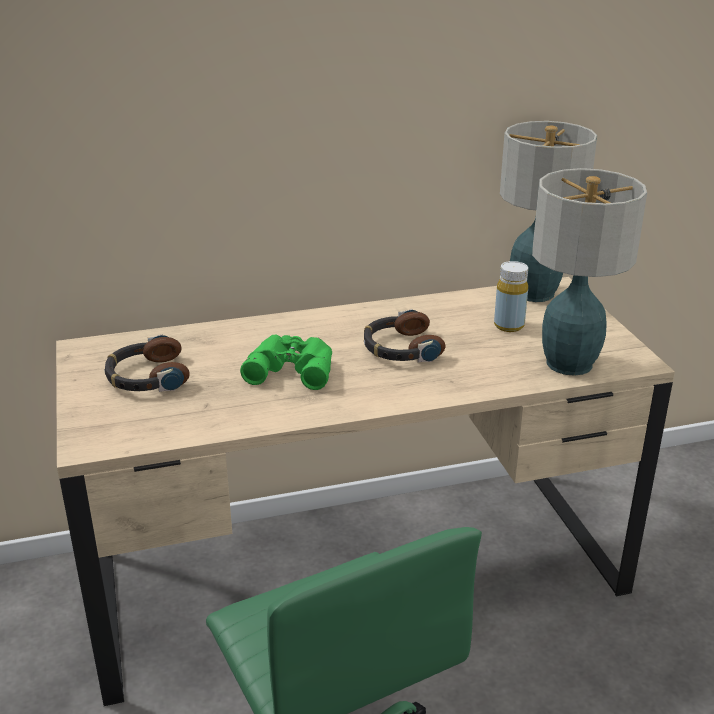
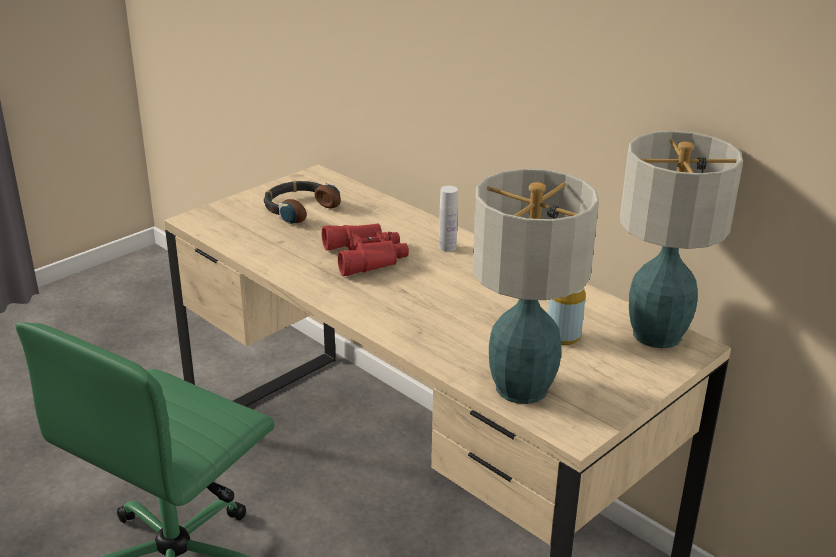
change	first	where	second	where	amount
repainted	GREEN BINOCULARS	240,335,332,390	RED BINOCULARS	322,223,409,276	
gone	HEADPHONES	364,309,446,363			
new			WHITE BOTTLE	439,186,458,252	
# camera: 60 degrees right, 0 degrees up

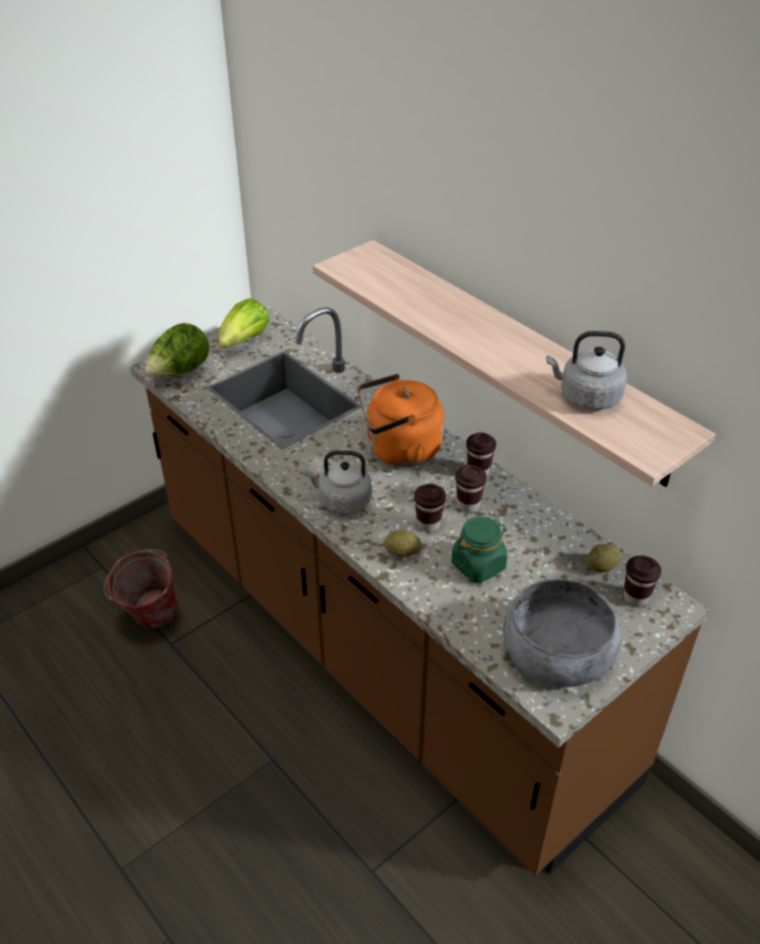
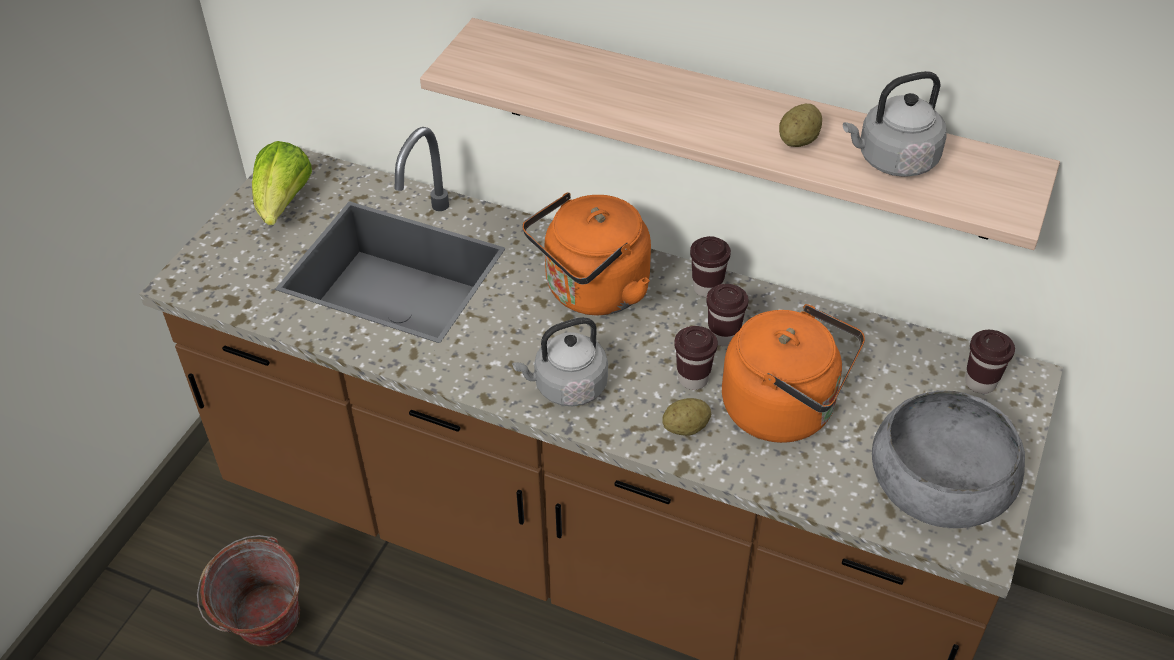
change	first	where	second	where	amount
gone	LETTUCE	145,323,209,376			
swapped	GREEN JAR	452,517,507,583	ORANGE KETTLE	722,304,865,443	
shifted	POTATO	586,544,621,572		779,104,822,147	
# camera: 25 degrees left, 5 degrees up

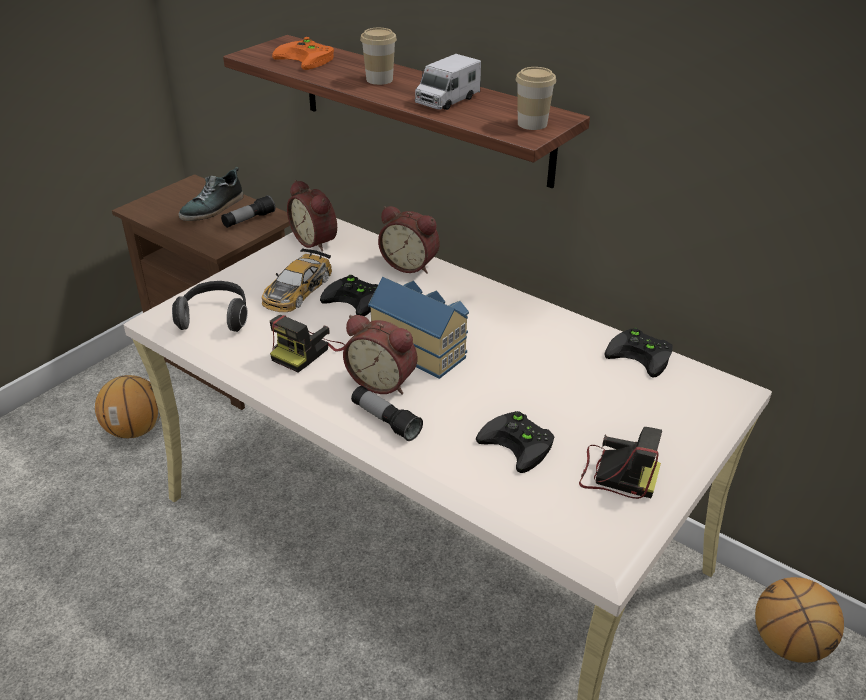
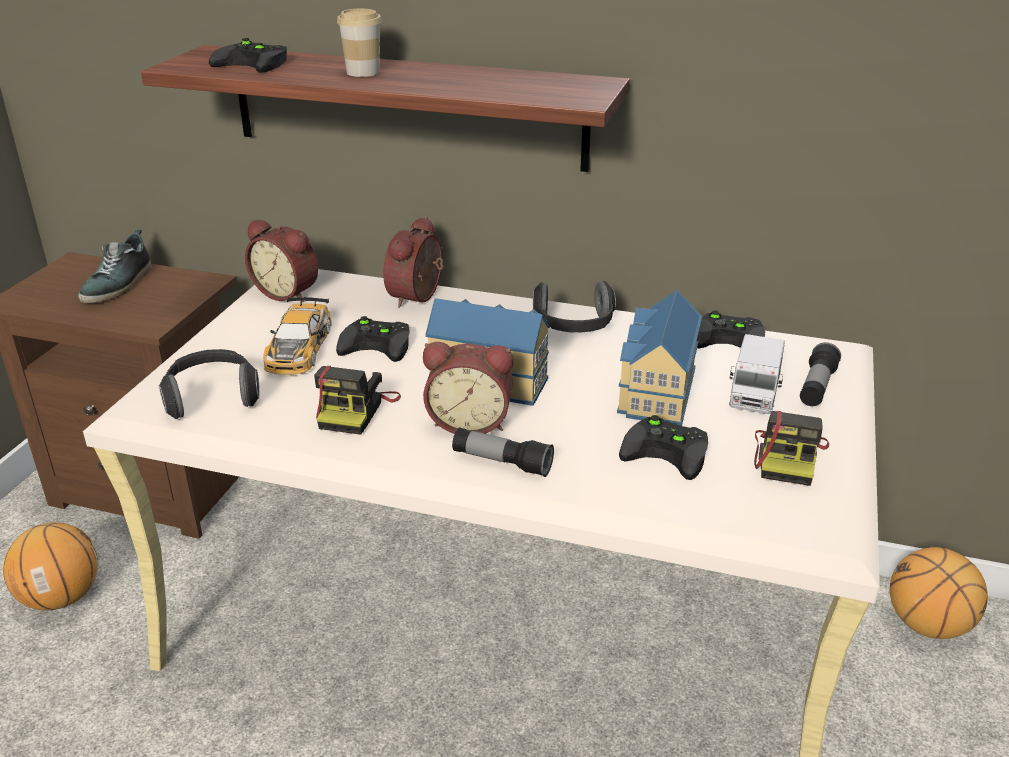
change	first	where	second	where	amount
shifted	FLASHLIGHT	221,195,275,228		800,343,841,406	
repainted	ORANGE GAME CONTROLLER	272,37,334,70	BLACK GAME CONTROLLER	209,38,287,73	
rotated	ALARM CLOCK	378,206,440,274		383,216,444,308	105 degrees clockwise
shifted	TOY TRUCK	415,54,481,110		729,334,785,414	
gone	CUP	516,67,556,130			
rotated	PHOTO CAMERA	579,427,662,499		754,411,829,486	105 degrees clockwise
new			HEADPHONES	533,281,616,333	
new			TOY HOUSE	617,290,702,426	
# camera: 20 degrees left, 5 degrees down

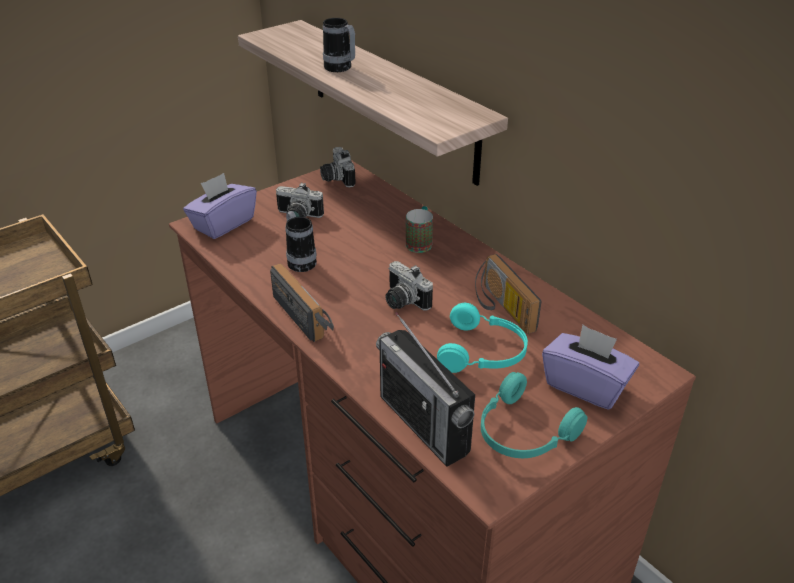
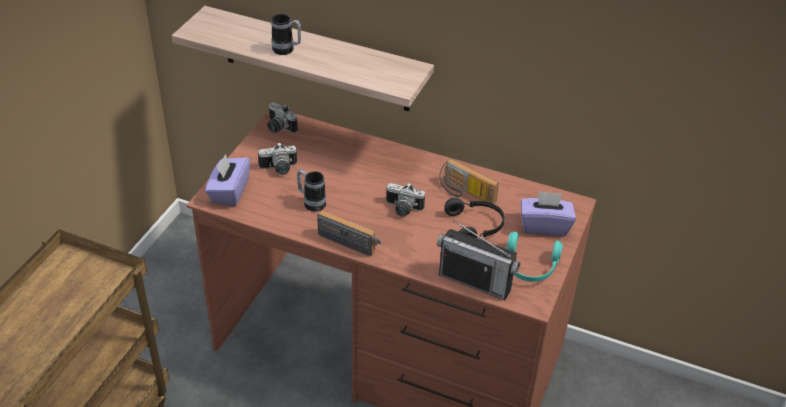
change	first	where	second	where	amount
gone	MUG	406,206,433,253			
repainted	TURQUOISE HEADPHONES	437,303,528,373	BLACK HEADPHONES	444,198,505,238	
# camera: 30 degrees left, 5 degrees up

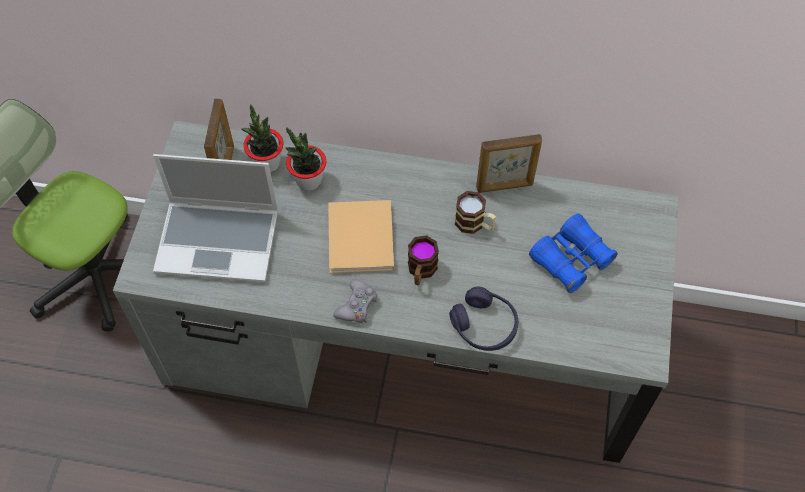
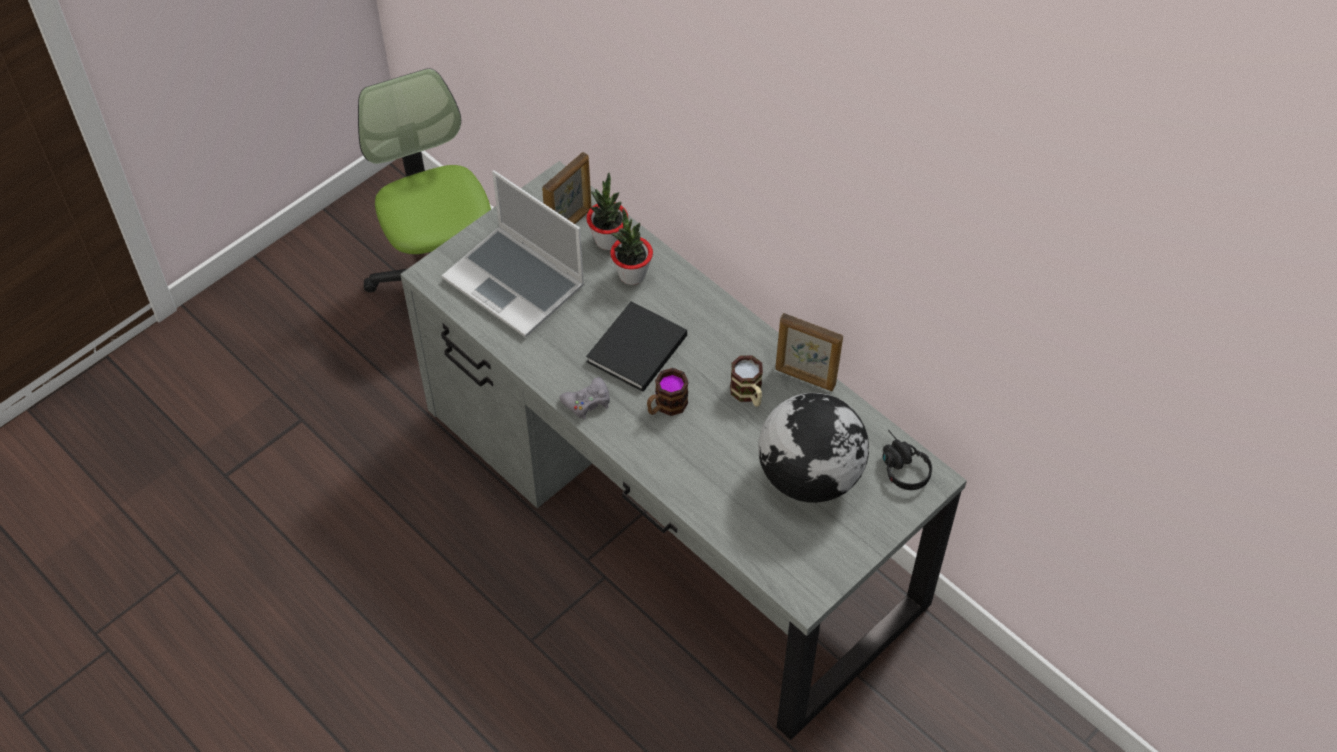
change	first	where	second	where	amount
repainted	BEIGE BOOK	328,200,394,273	BLACK BOOK	586,301,687,392	
gone	PURPLE HEADPHONES	449,287,518,351			
swapped	BLUE BINOCULARS	529,213,618,293	GLOBE	758,393,869,503	
new			BLACK HEADPHONES	882,430,932,490	
# camera: 35 degrees right, 5 degrees down

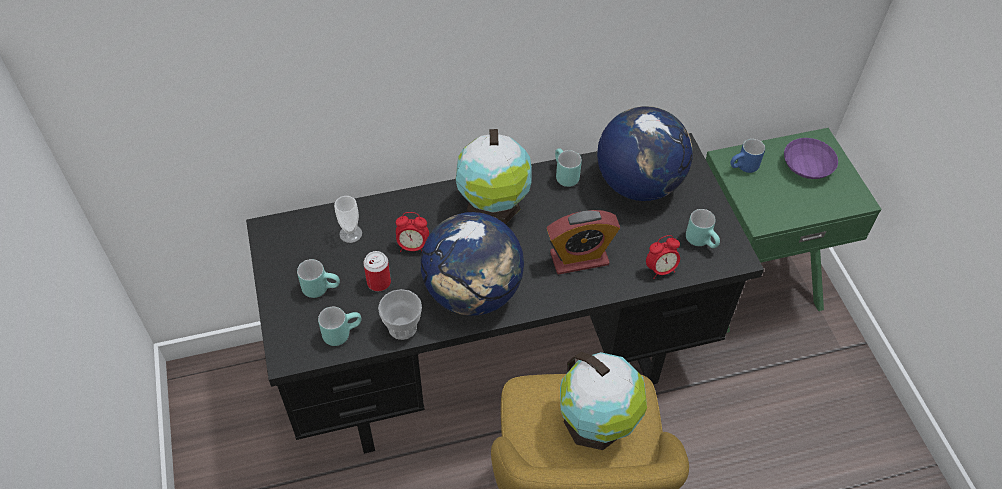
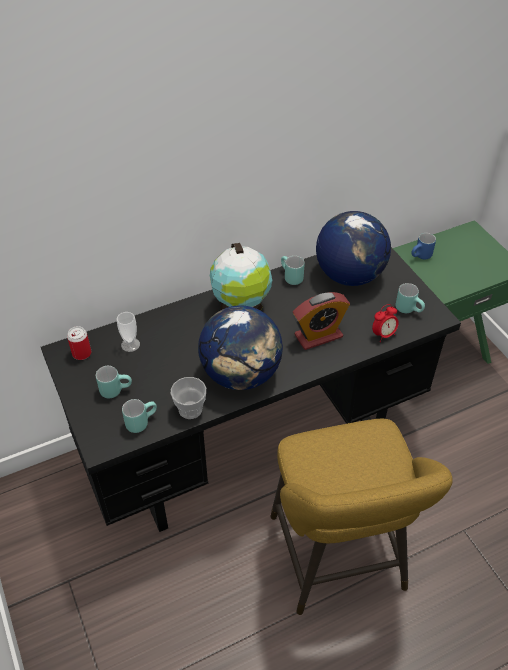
change	first	where	second	where	amount
shifted	CAN	363,251,391,291		67,326,92,360	
gone	ALARM CLOCK	396,212,429,252			
gone	GLOBE	560,352,647,450			
gone	PURPLE BOWL	784,138,838,179			
# camera: 10 degrees left, 5 degrees down

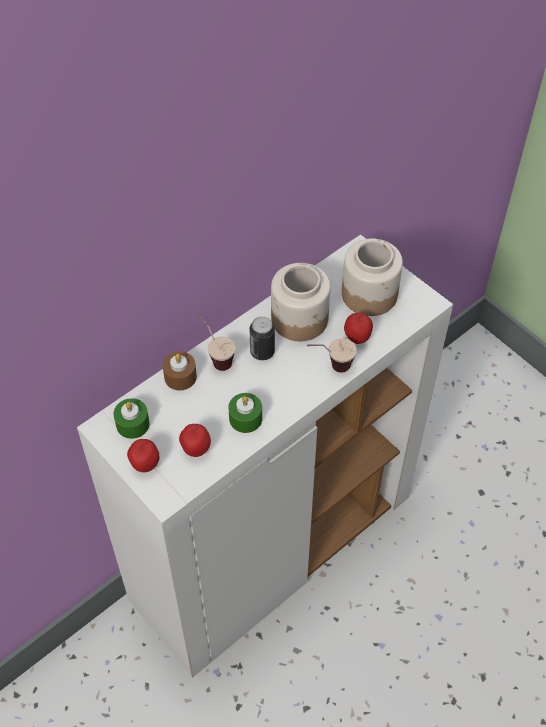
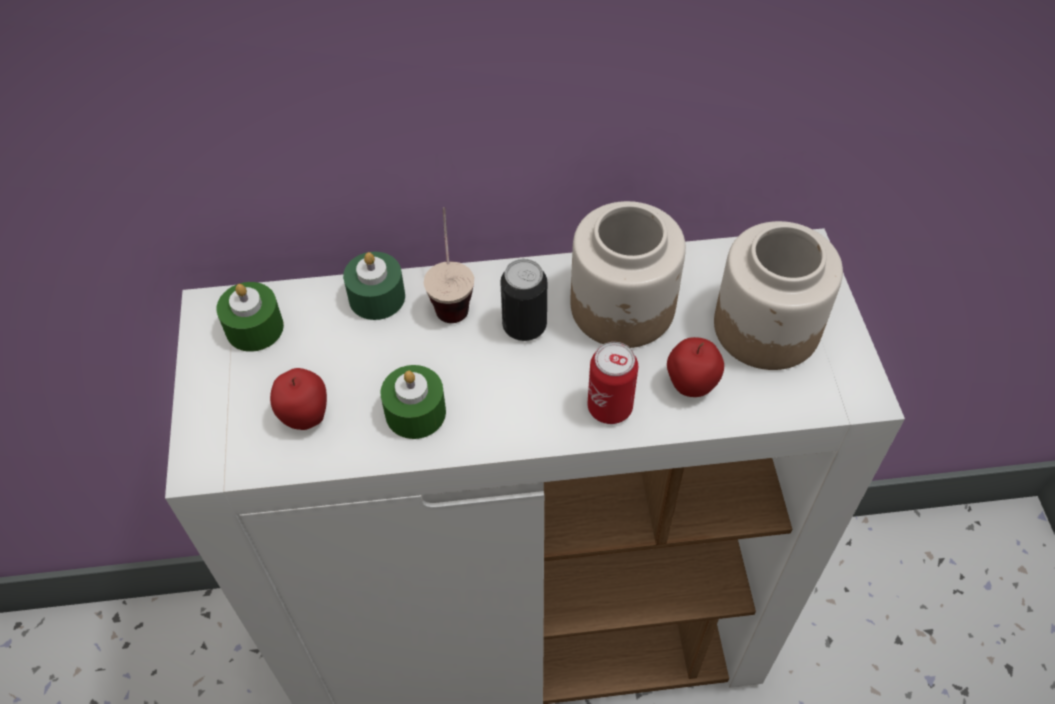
change	first	where	second	where	amount
gone	APPLE	127,439,159,472			
repainted	BROWN CANDLE	163,351,197,391	GREEN CANDLE	343,252,405,320	
swapped	CUP	307,338,357,373	CAN	587,342,638,424	
# camera: 35 degrees right, 0 degrees up

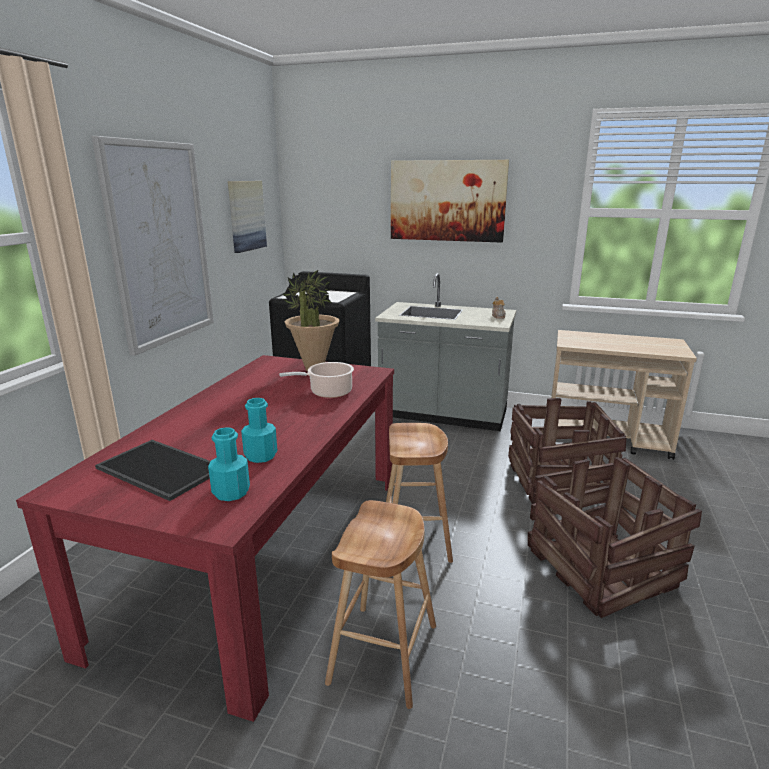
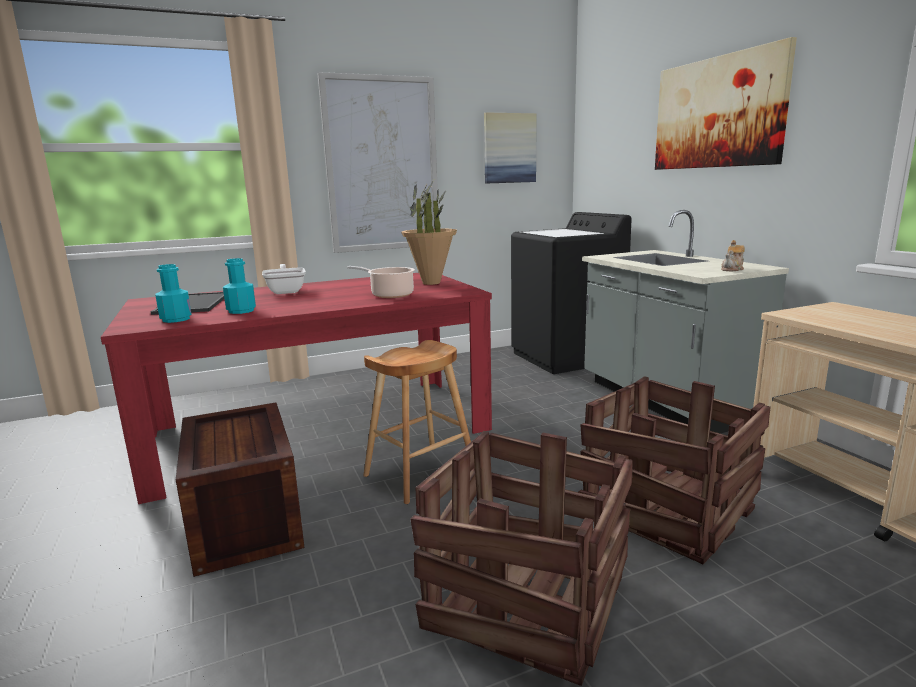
change	first	where	second	where	amount
swapped	BROWN STOOL	325,500,436,709	CRATE	176,402,304,577	
new			FRYING PAN	262,264,306,294	
# camera: 50 degrees right, 5 degrees down

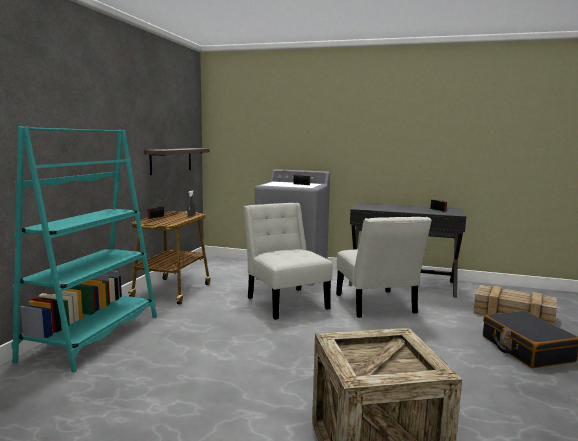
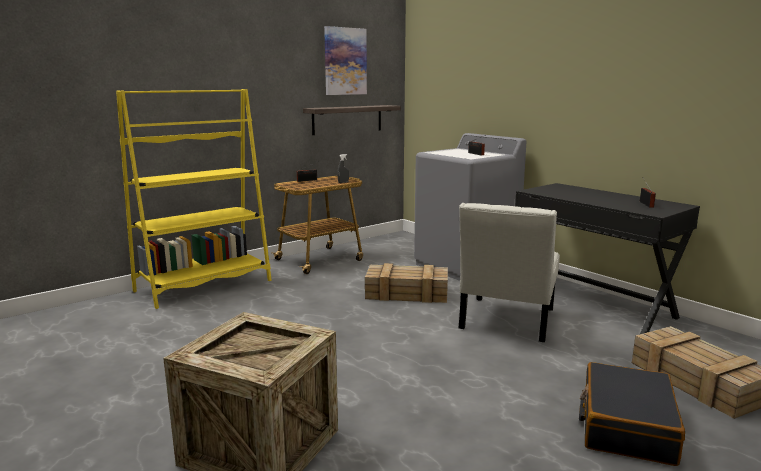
change	first	where	second	where	amount
repainted	TURQUOISE BOOKCASE	11,126,157,372	YELLOW BOOKCASE	116,89,272,309	
swapped	WHITE CHAIR	243,203,332,320	CRATE	365,263,448,303	
new			PICTURE	324,26,367,95	
# camera: 35 degrees right, 5 degrees up

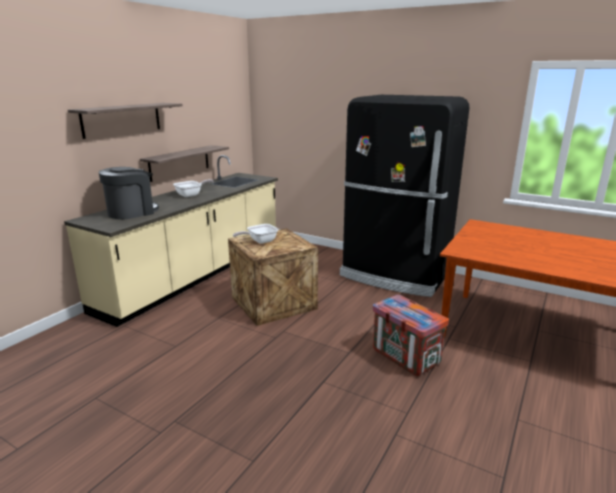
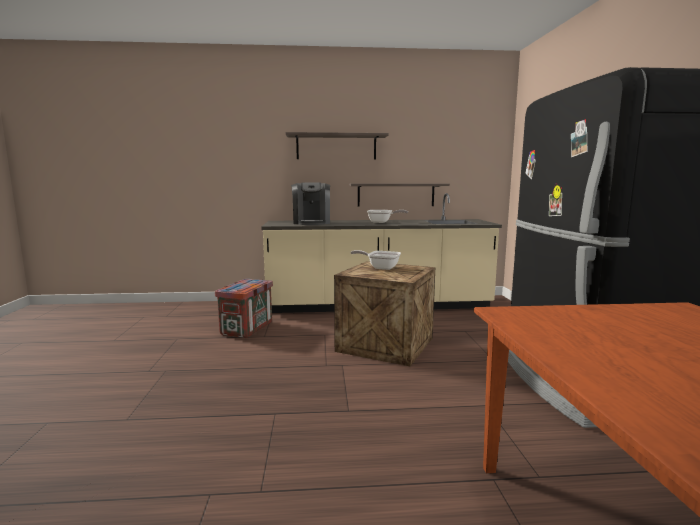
change	first	where	second	where	amount
rotated	COFFEE MACHINE	99,167,159,219		291,183,330,225	75 degrees clockwise
shifted	CRATE	373,295,449,376		215,279,273,338	
# camera: 55 degrees right, 10 degrees down

